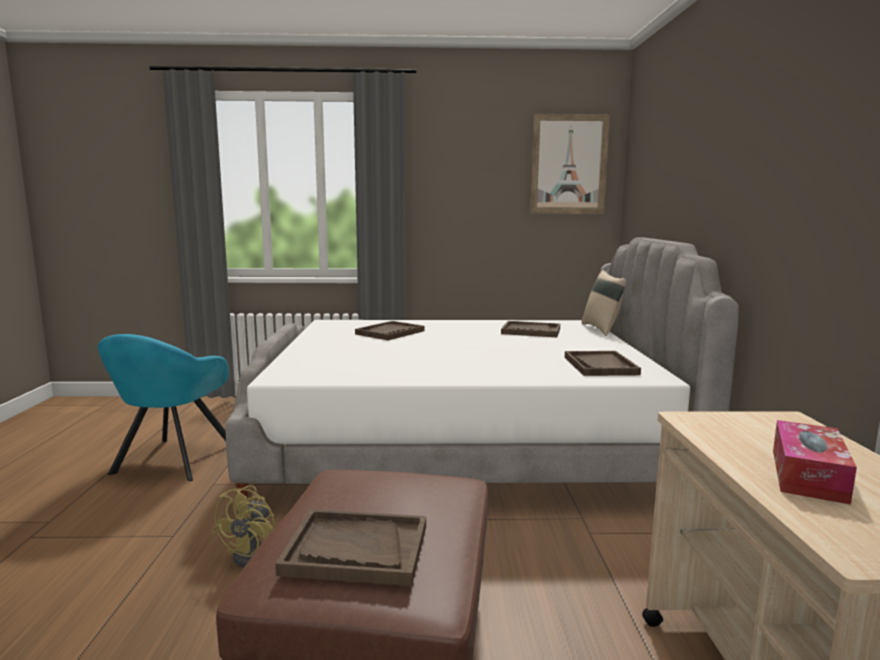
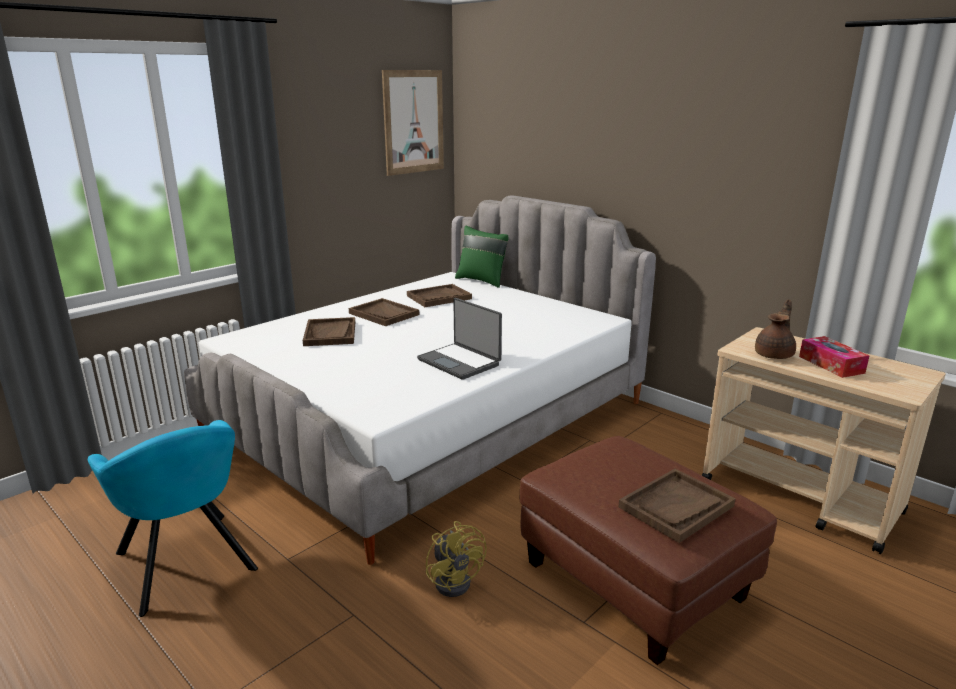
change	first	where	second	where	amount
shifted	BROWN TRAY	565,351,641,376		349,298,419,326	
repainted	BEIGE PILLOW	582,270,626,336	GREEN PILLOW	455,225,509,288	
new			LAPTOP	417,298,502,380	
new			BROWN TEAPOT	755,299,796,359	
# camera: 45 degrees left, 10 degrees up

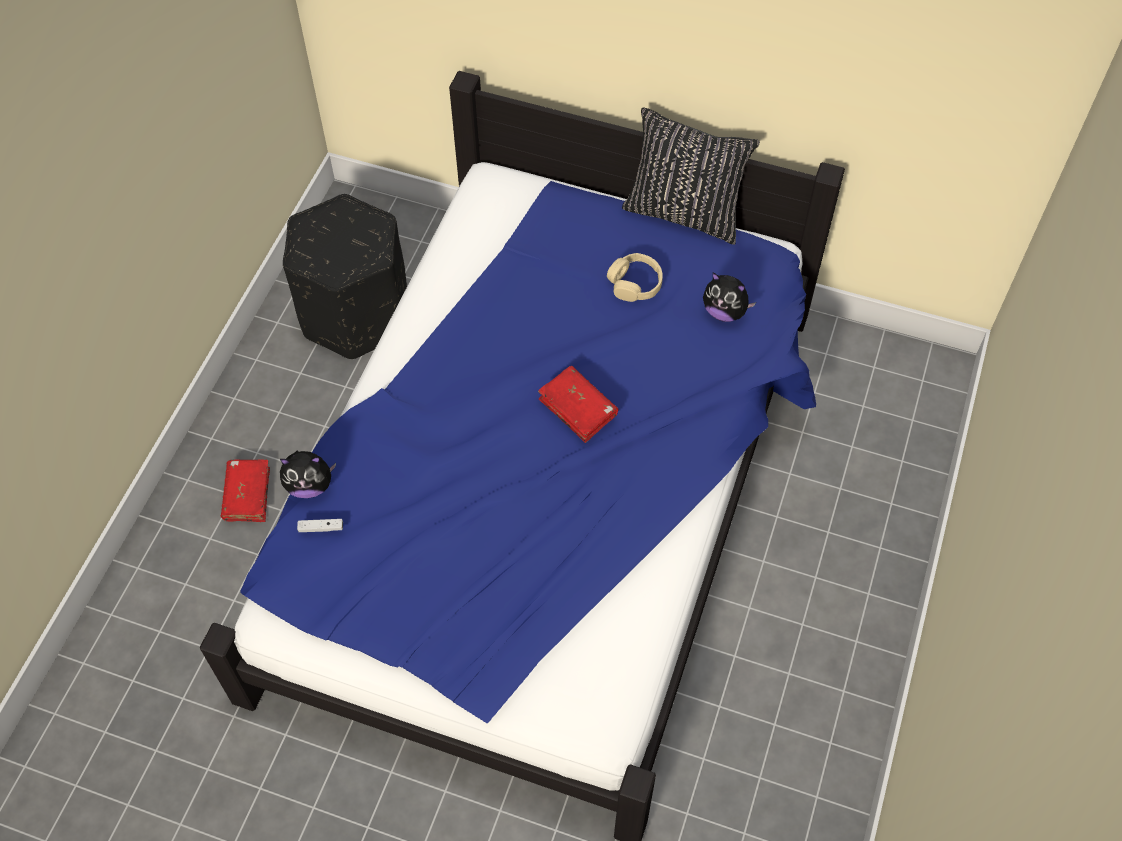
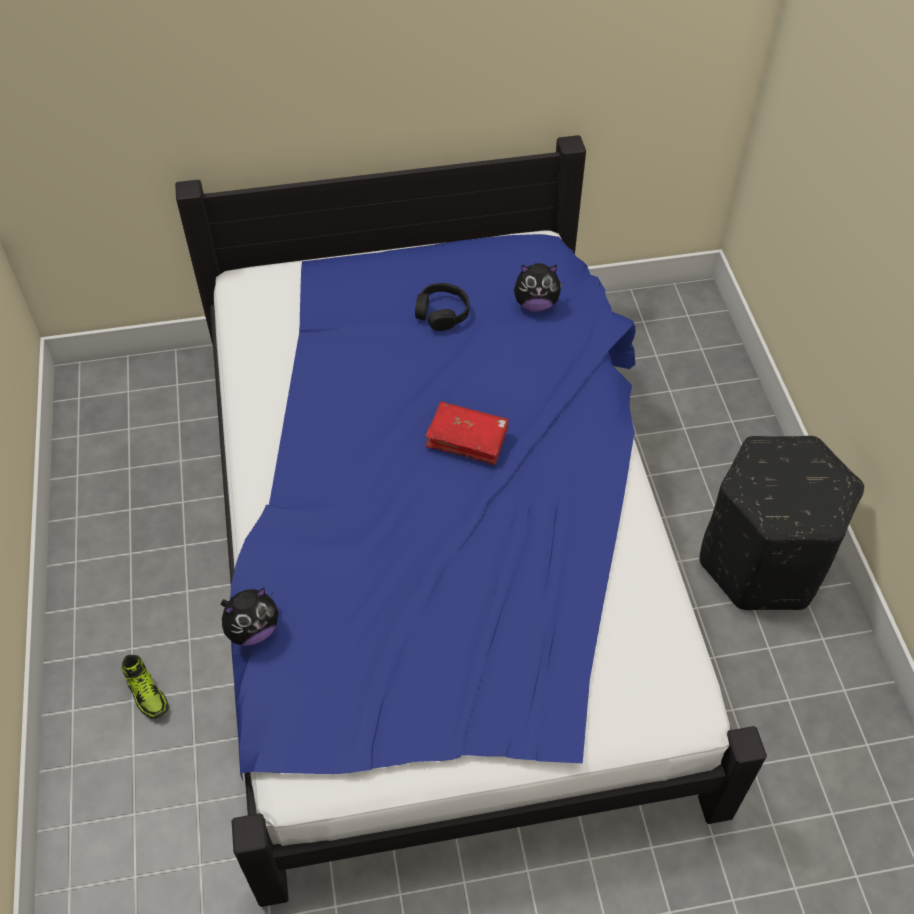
change	first	where	second	where	amount
swapped	RED BOOK	221,459,270,522	SHOE	121,655,169,719	
shifted	BLACK OTTOMAN	283,194,407,360		700,436,864,610	
gone	WHITE GAME CONTROLLER	297,519,343,532			
repainted	BEIGE HEADPHONES	607,253,663,302	BLACK HEADPHONES	415,283,470,331	
gone	BLACK PILLOW	622,108,760,245			
# camera: 30 degrees left, 5 degrees down

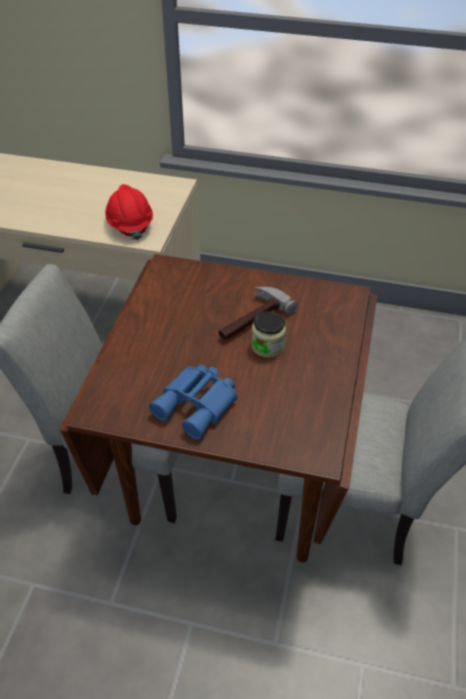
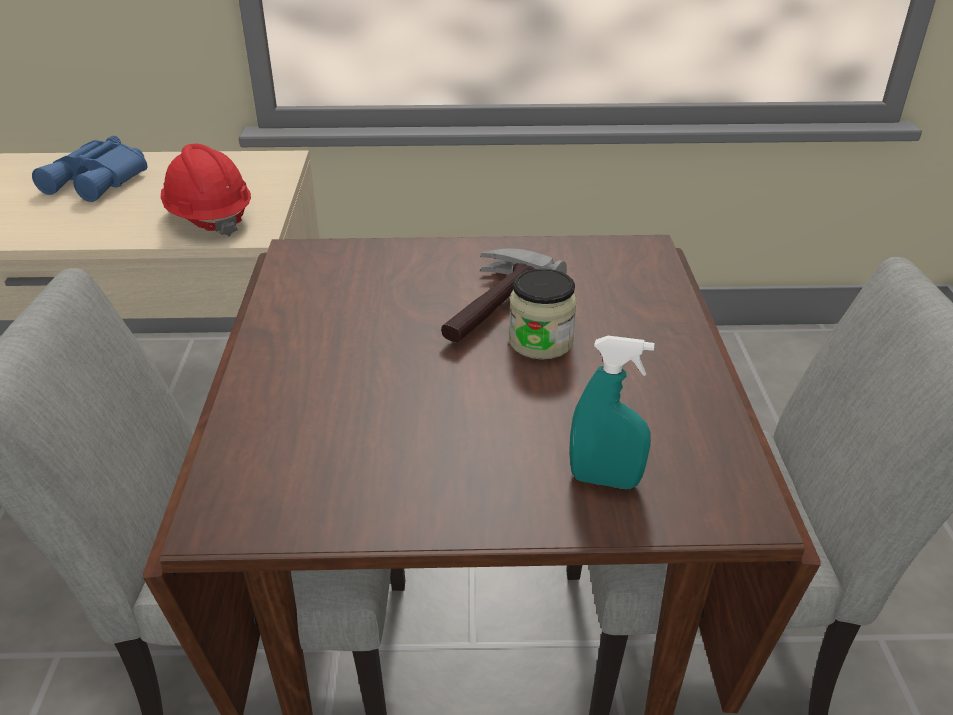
change	first	where	second	where	amount
shifted	BLUE BINOCULARS	149,365,238,439		32,136,147,202	
new			TURQUOISE SPRAY BOTTLE	569,336,654,489	
# camera: 15 degrees left, 10 degrees down

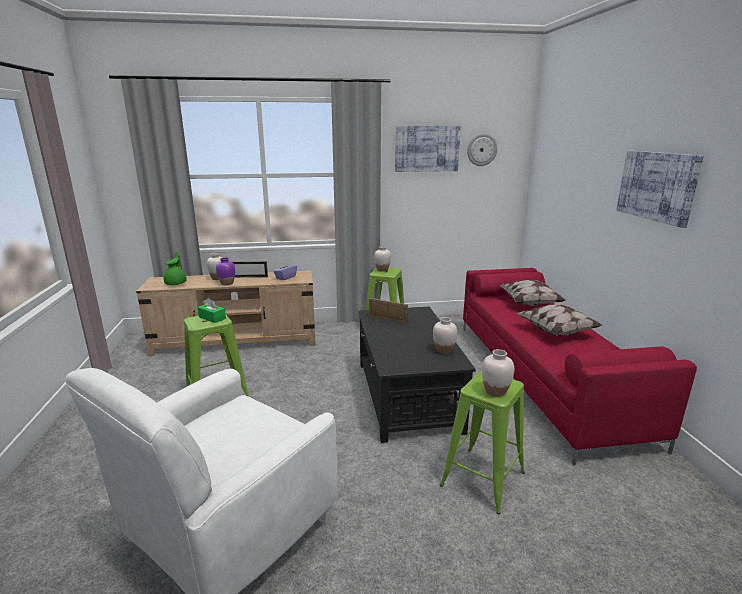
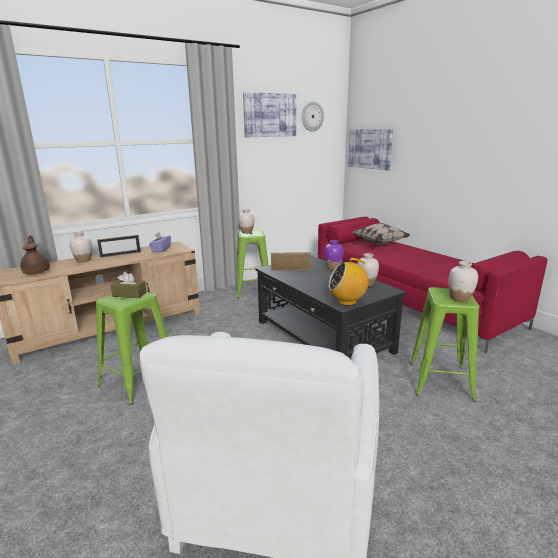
change	first	where	second	where	amount
repainted	GREEN TEAPOT	164,252,187,285	BROWN TEAPOT	20,235,50,274	
repainted	GREEN TISSUE BOX	198,298,226,323	BROWN TISSUE BOX	111,271,147,298	
shifted	PURPLE VASE	216,257,235,285		324,240,344,269	
gone	PILLOW	516,304,602,336			
shifted	PICTURE	616,151,704,228		348,129,393,170	
new			RADIO	328,258,369,306	
# camera: 25 degrees left, 0 degrees up

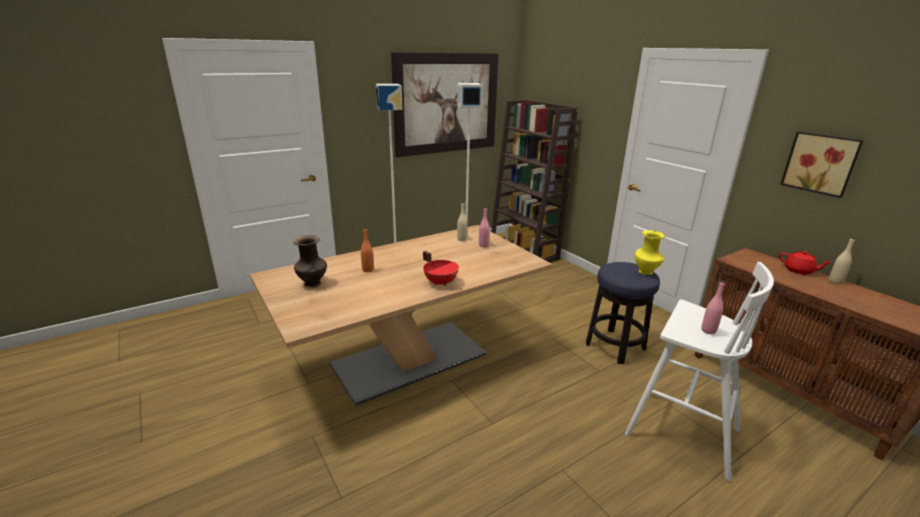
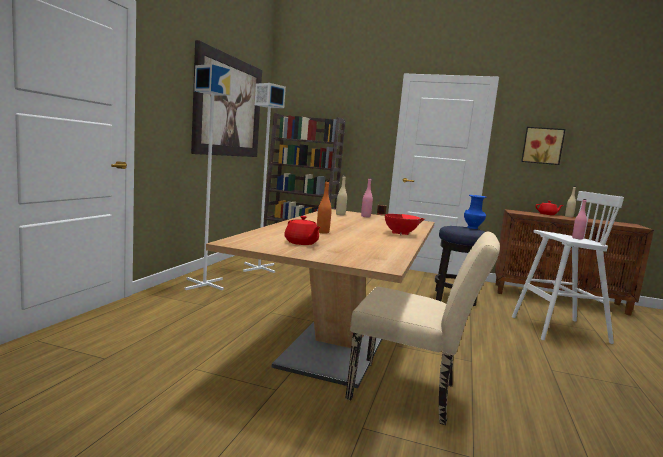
change	first	where	second	where	amount
swapped	BROWN VASE	293,235,327,287	RED TEAPOT	284,216,320,245	
repainted	YELLOW VASE	635,230,665,275	BLUE VASE	464,195,487,229	
new			BEIGE CHAIR	345,232,500,425	
# camera: 40 degrees left, 15 degrees down

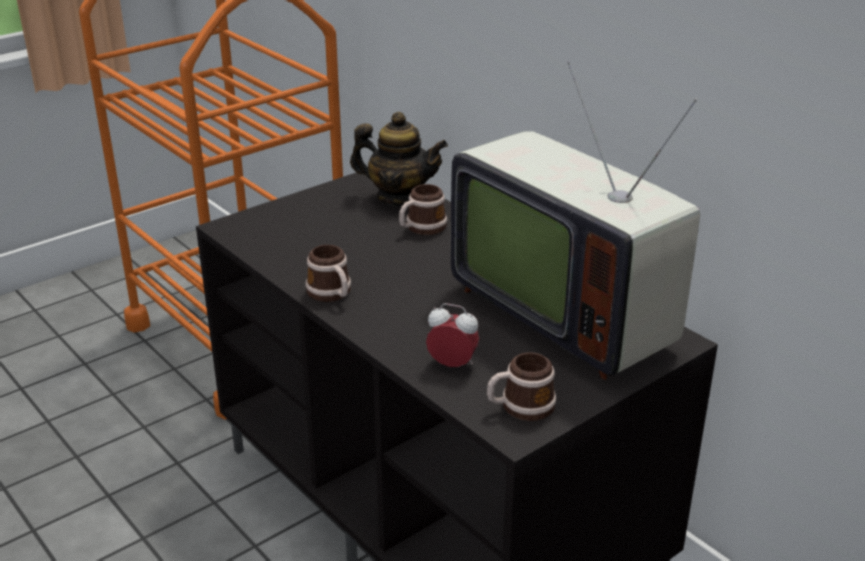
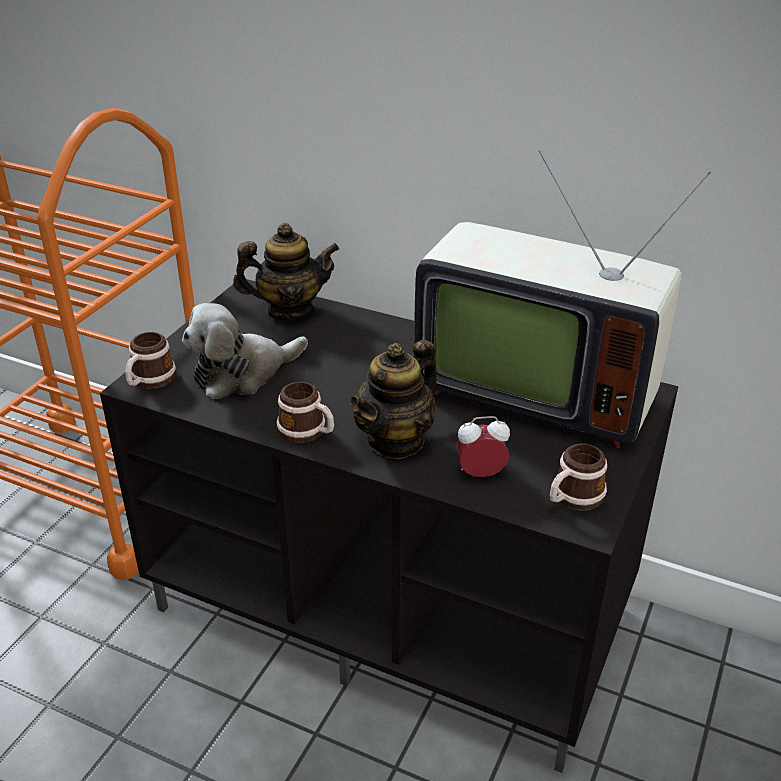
change	first	where	second	where	amount
shifted	MUG	399,184,447,235		125,332,176,389	
new			PLUSH TOY	182,303,308,399	
new			TEAPOT	350,340,437,460	
# camera: 25 degrees left, 5 degrees up

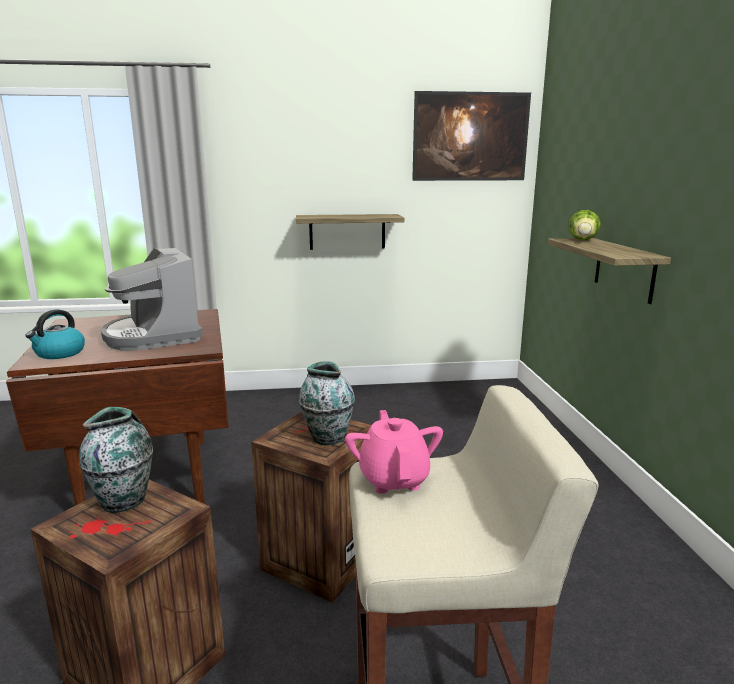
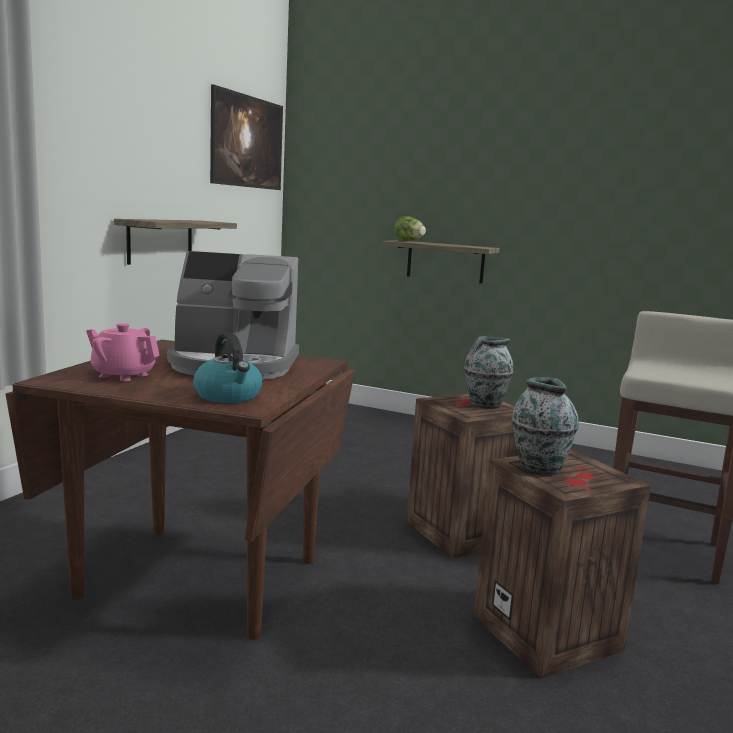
change	first	where	second	where	amount
shifted	PINK TEAPOT	345,410,443,494		86,323,160,381	
# camera: 60 degrees left, 5 degrees down

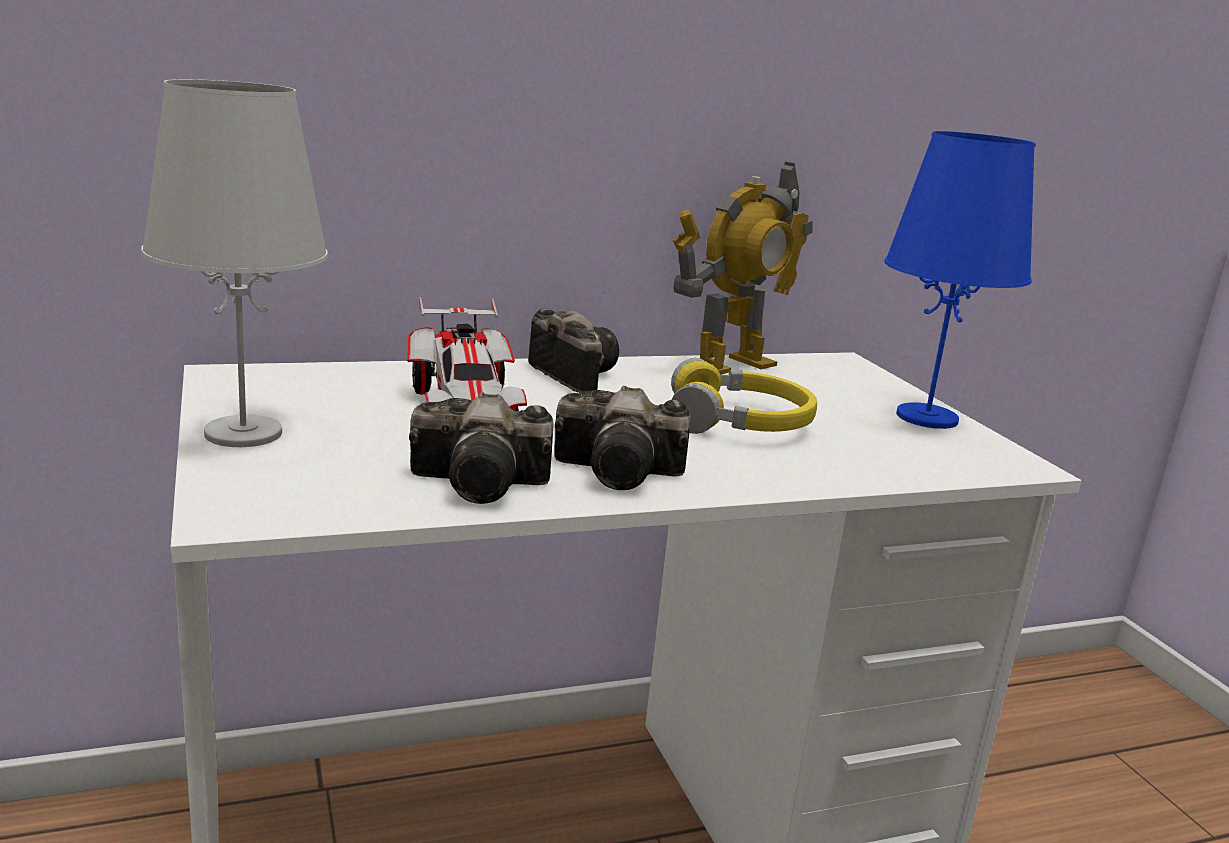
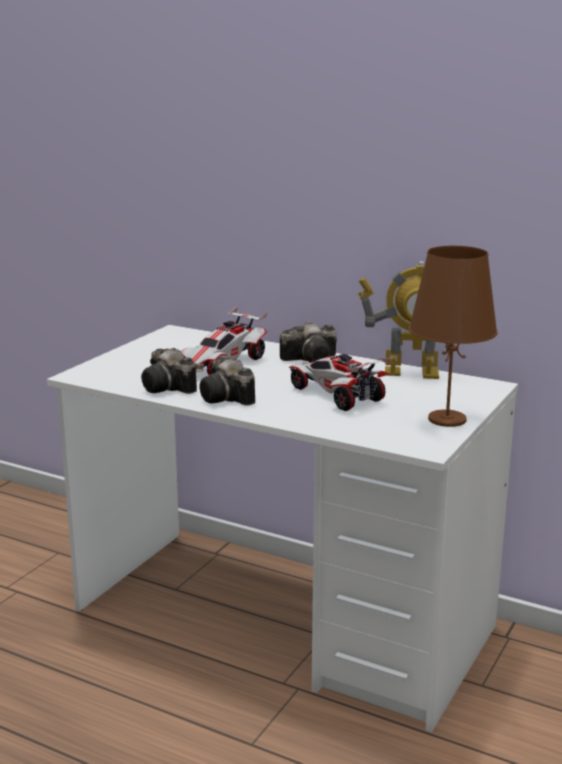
change	first	where	second	where	amount
gone	WHITE TABLE LAMP	141,79,328,447			
rotated	PHOTO CAMERA	528,309,619,393		280,322,337,363	60 degrees clockwise
swapped	YELLOW HEADPHONES	671,358,817,434	TOY CAR	289,354,391,411	
repainted	BLUE TABLE LAMP	884,131,1036,429	BROWN TABLE LAMP	409,246,498,427	
# camera: 50 degrees right, 0 degrees up

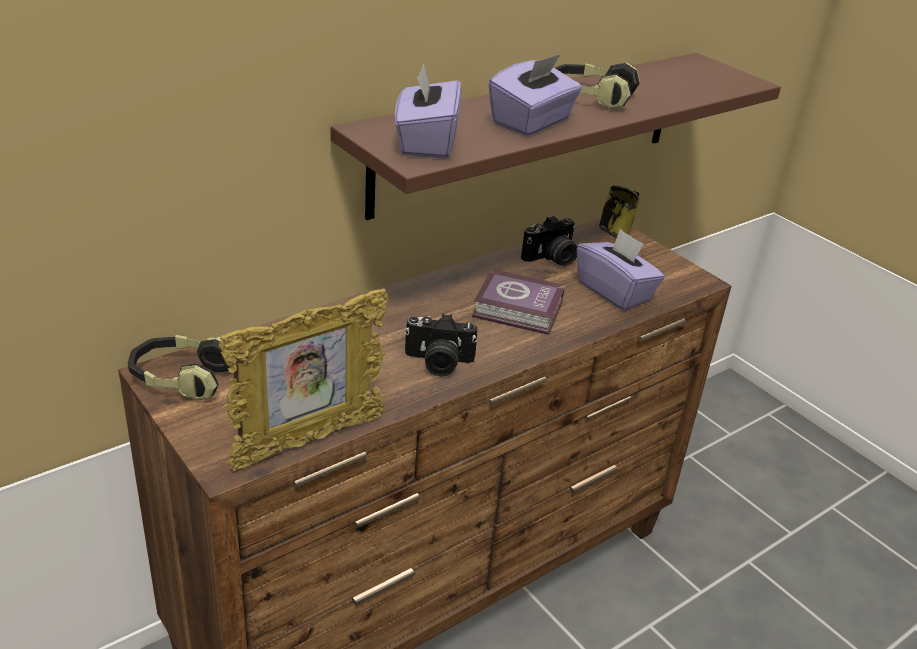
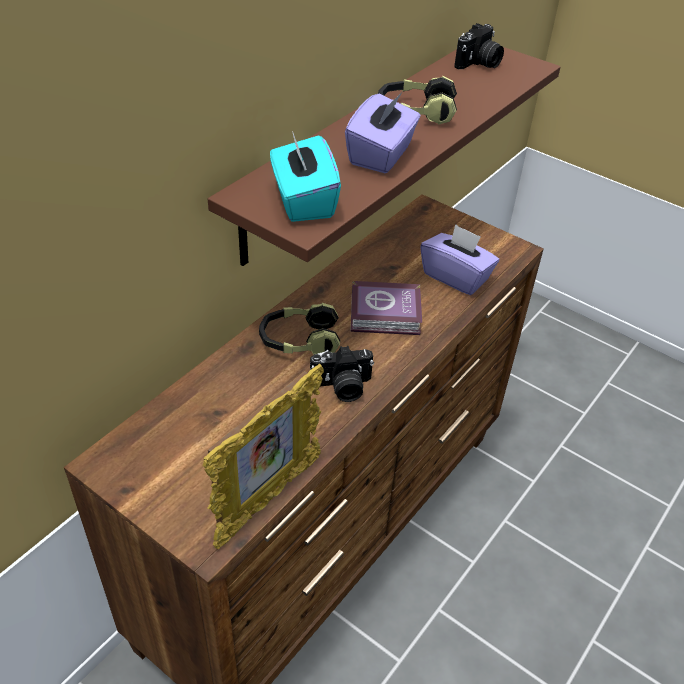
change	first	where	second	where	amount
shifted	HEADPHONES	128,335,229,401		259,303,340,355	
repainted	PURPLE TISSUE BOX	395,63,462,159	TURQUOISE TISSUE BOX	270,131,341,222	
shifted	PHOTO CAMERA	521,216,577,266		454,23,504,69	
gone	MUG	599,186,639,238			
# camera: 15 degrees left, 10 degrees up

